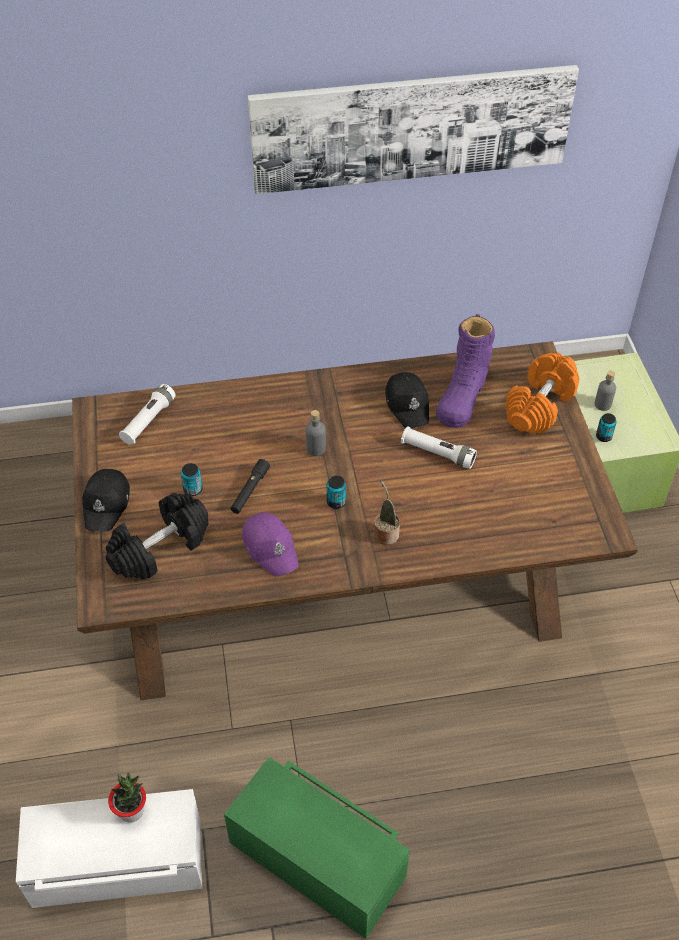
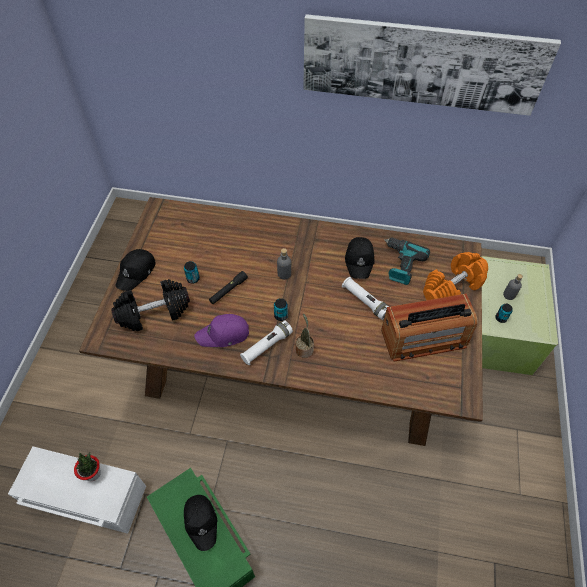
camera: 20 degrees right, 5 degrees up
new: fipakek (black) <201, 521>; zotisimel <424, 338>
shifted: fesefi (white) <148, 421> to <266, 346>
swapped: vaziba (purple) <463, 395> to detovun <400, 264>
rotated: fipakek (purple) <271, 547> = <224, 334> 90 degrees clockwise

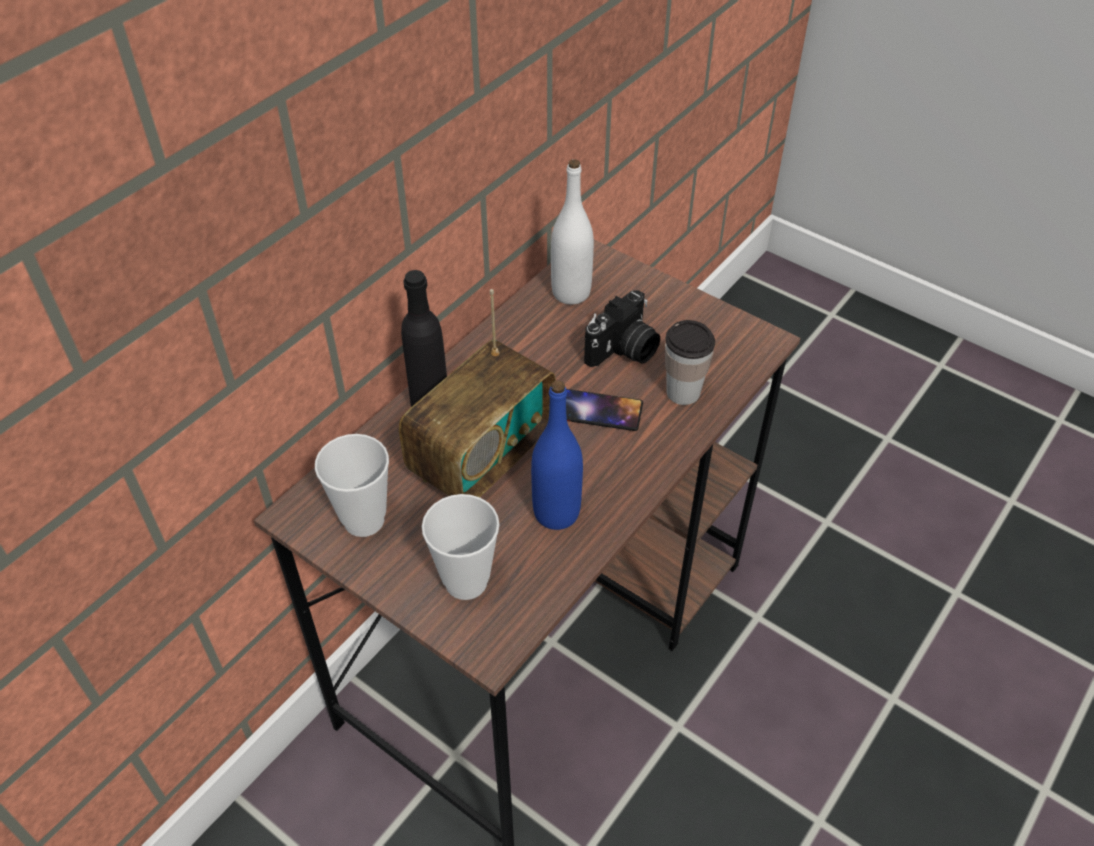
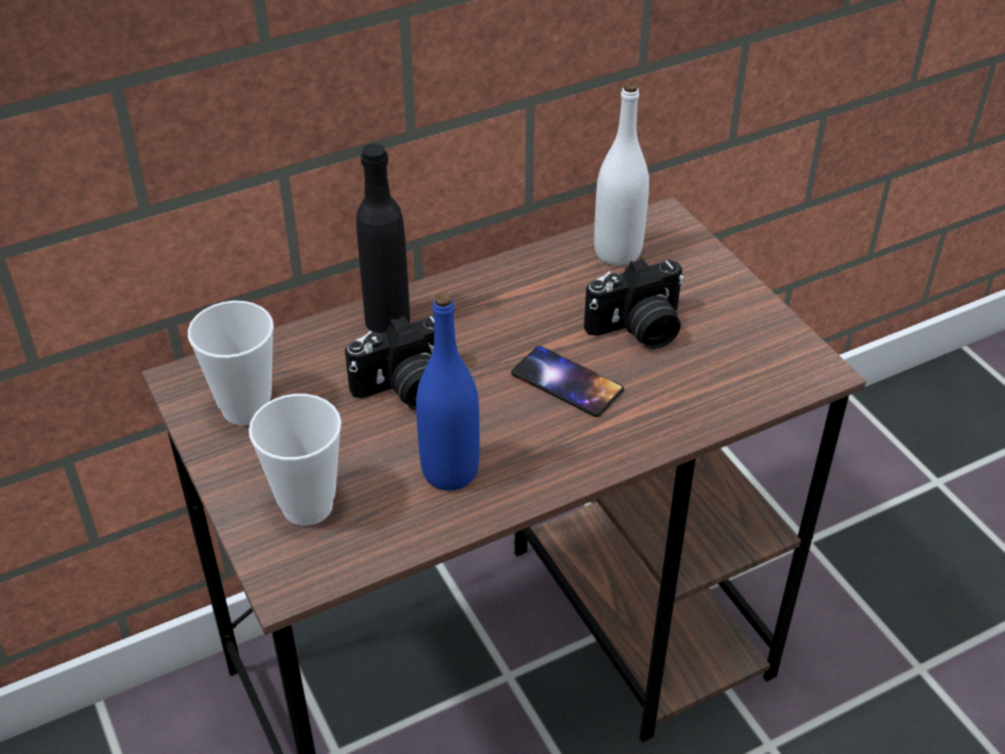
camera: 25 degrees right, 5 degrees down
gone: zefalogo <683, 392>
swapped: zotisimel <482, 458> to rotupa <407, 389>

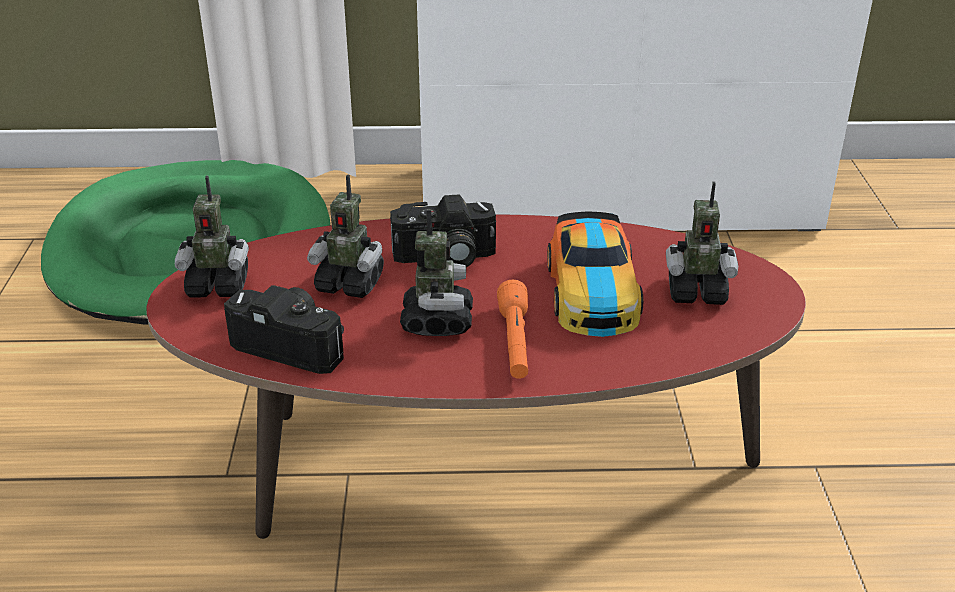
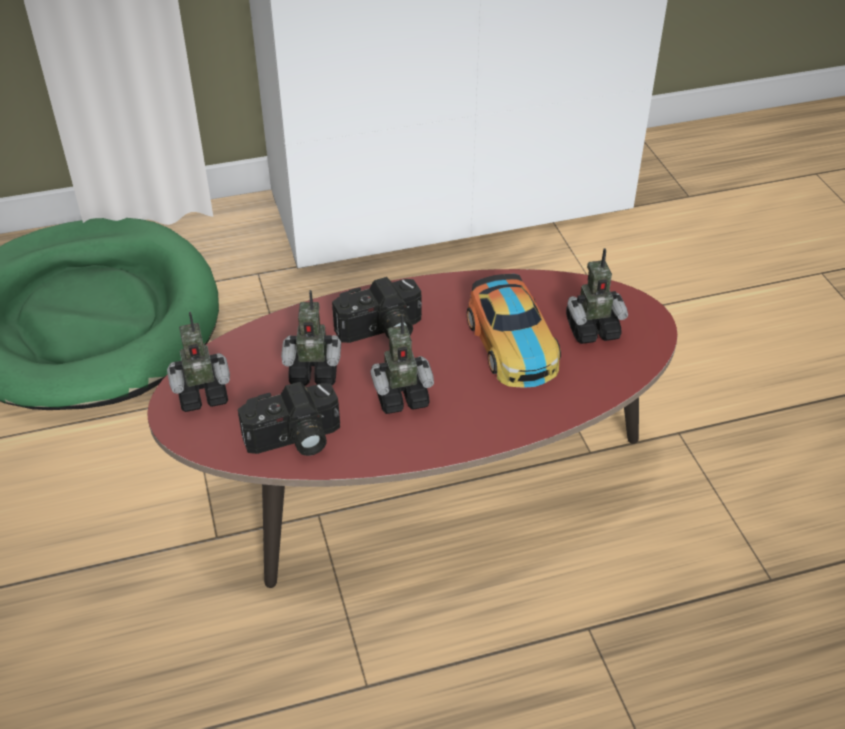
camera: 15 degrees left, 10 degrees up
gone: fesefi (orange) <515, 342>
rotated: rotupa <294, 344> = <294, 440> 150 degrees clockwise; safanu <437, 322> = <401, 396> 90 degrees clockwise

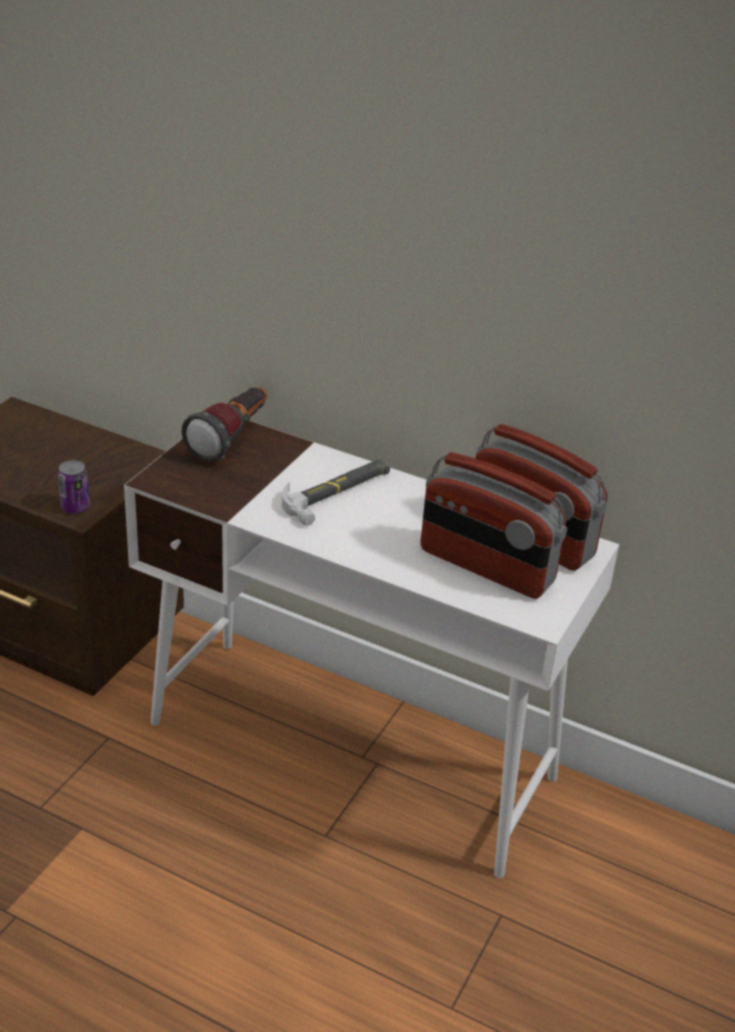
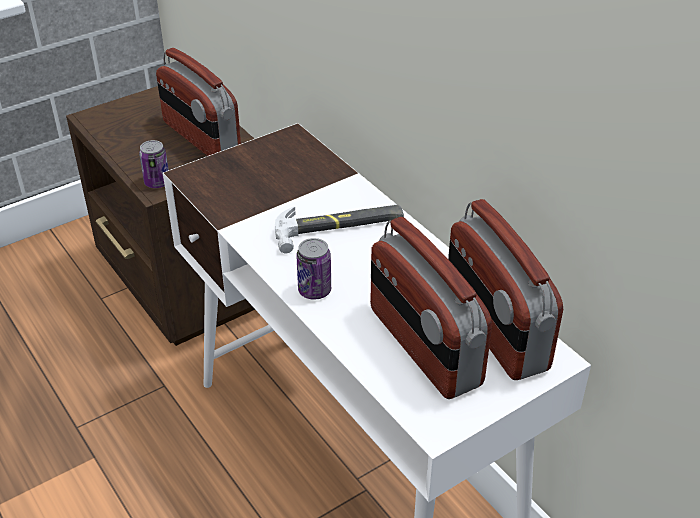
camera: 30 degrees right, 5 degrees up
gone: fesefi <232, 438>
new: zotisimel <200, 138>; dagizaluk <314, 290>

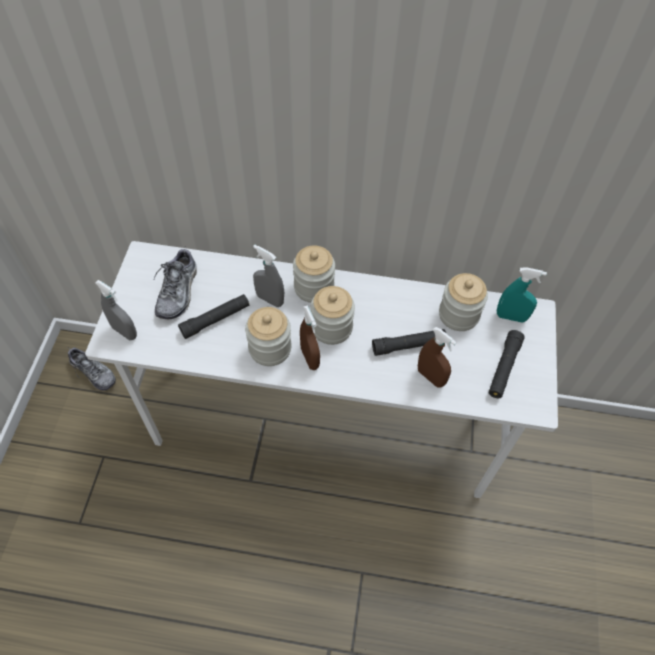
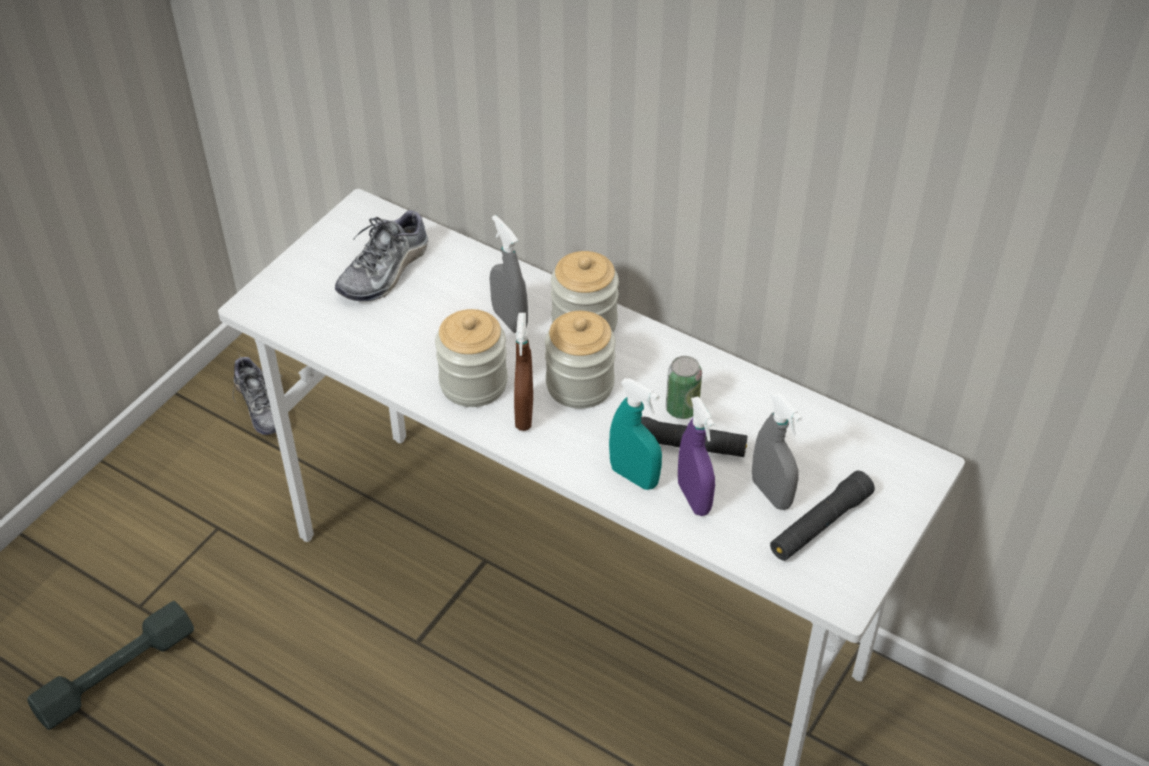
camera: 25 degrees right, 10 degrees down
gone: fesefi (black) <215, 319>; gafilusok <458, 314>
new: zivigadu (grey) <116, 673>; dagizaluk <682, 409>
shifted: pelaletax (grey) <124, 332> to <771, 493>; pelaletax (turquoise) <511, 317> to <634, 476>
repainted: pelaletax (brown) <430, 377> to pelaletax (purple) <694, 498>

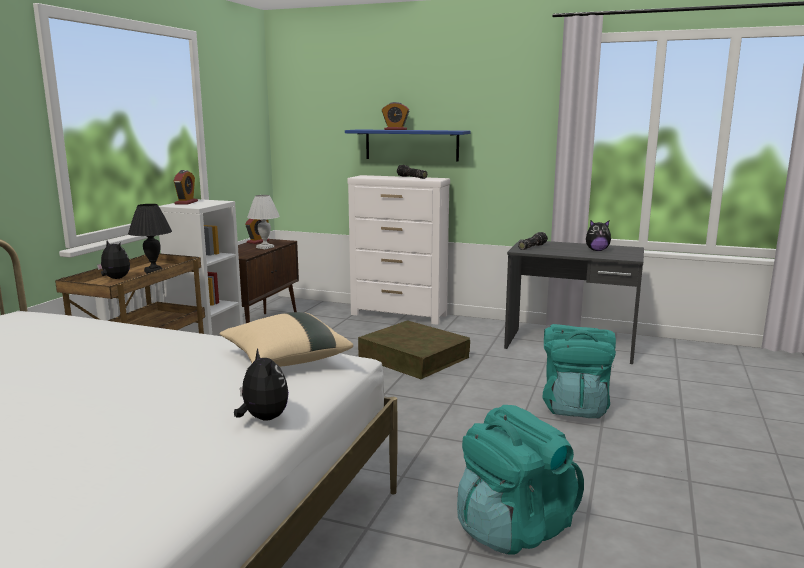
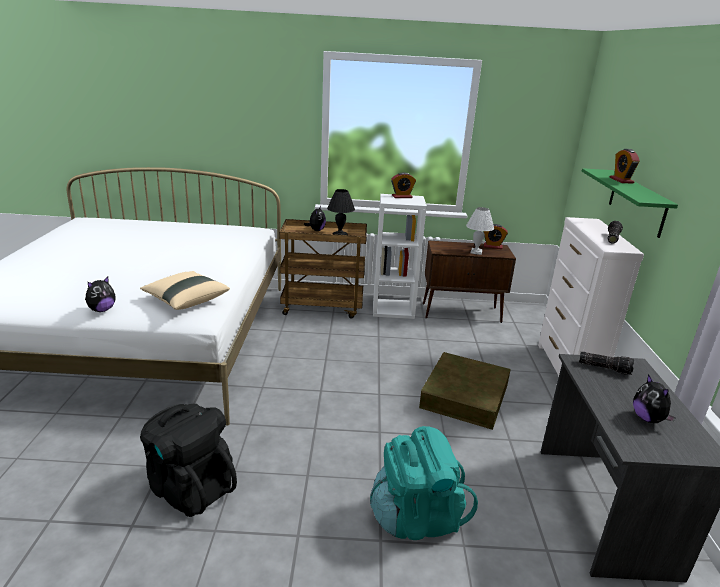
camera: 70 degrees right, 10 degrees up
repainted: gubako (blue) <411, 145> to gubako (green) <637, 202>; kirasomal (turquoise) <513, 528> to kirasomal (black) <189, 487>

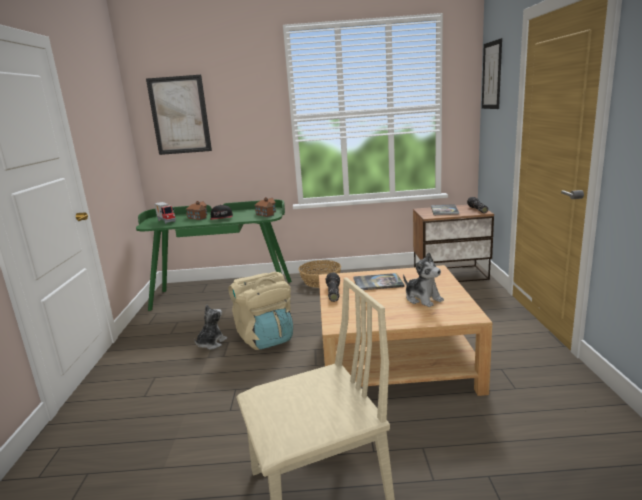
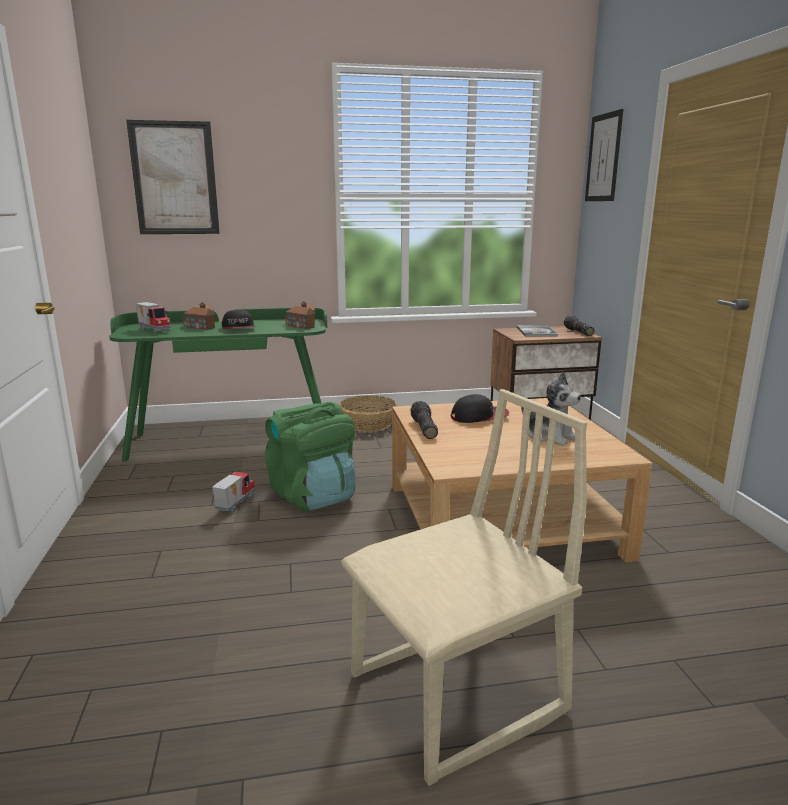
camera: 10 degrees left, 0 degrees up
swapped: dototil <211, 343> to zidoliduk <234, 504>; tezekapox <378, 283> to fipakek <479, 417>
repainted: kirasomal (beige) <265, 338> to kirasomal (green) <313, 496>

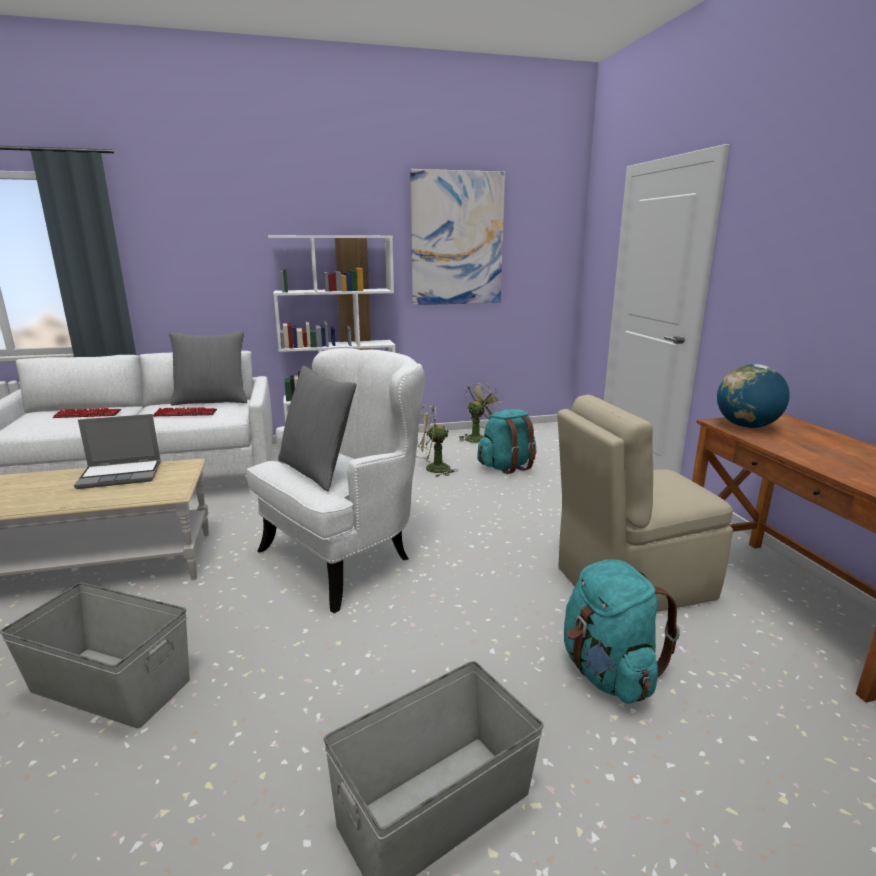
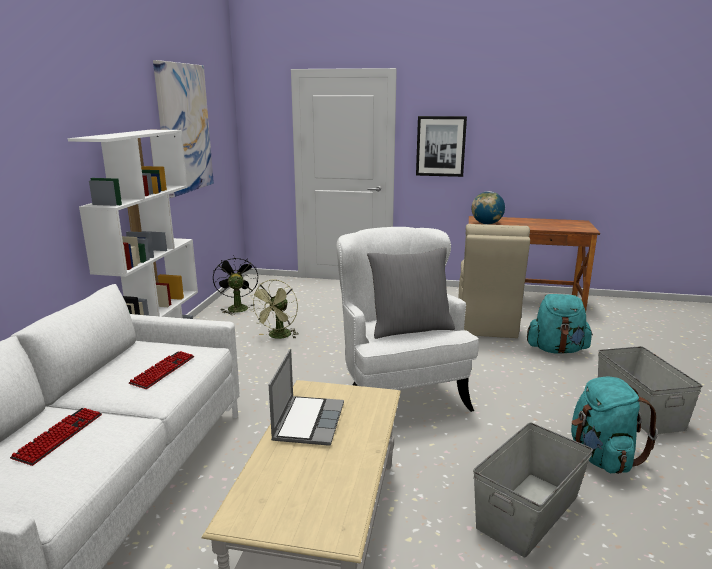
camera: 65 degrees left, 0 degrees up
gone: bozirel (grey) <212, 401>
new: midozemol <440, 146>
shifted: kirasomal (turquoise) <507, 467> to <602, 457>
repainted: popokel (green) <478, 438> to popokel (black) <236, 307>

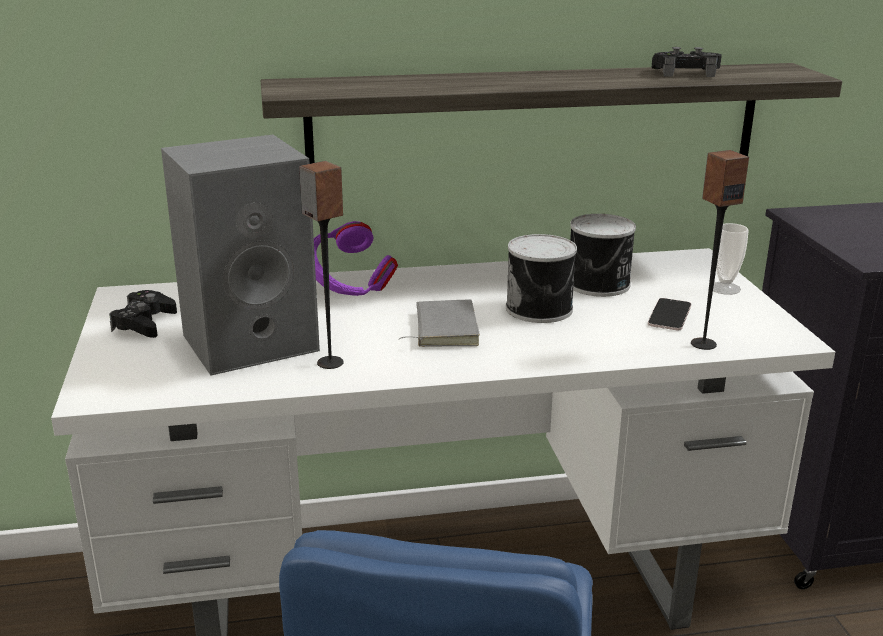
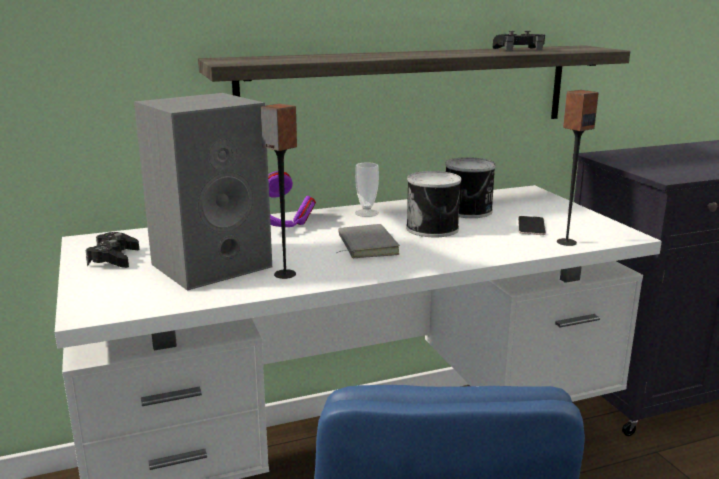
camera: 10 degrees left, 5 degrees down
shifted: zefalogo <724, 288> to <366, 213>

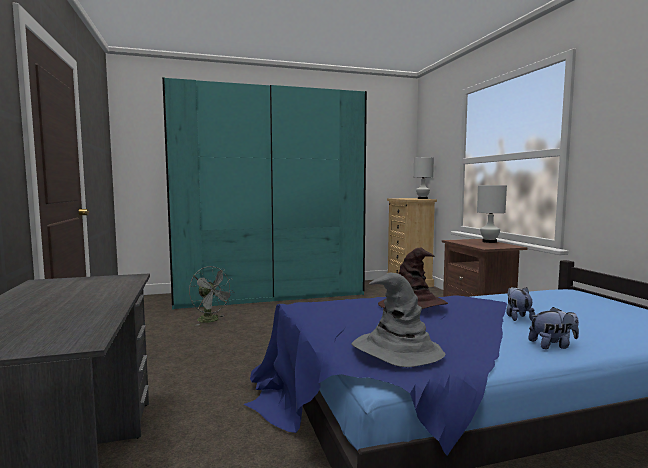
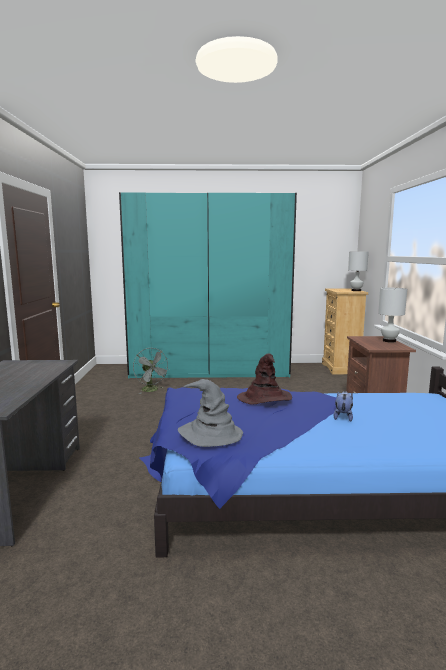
camera: 15 degrees right, 5 degrees up
gone: dototil <553, 345>

